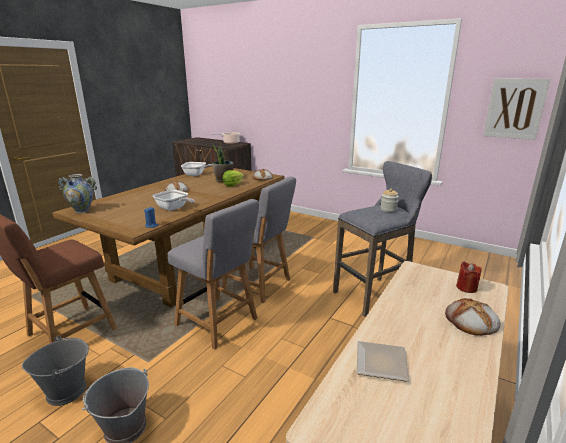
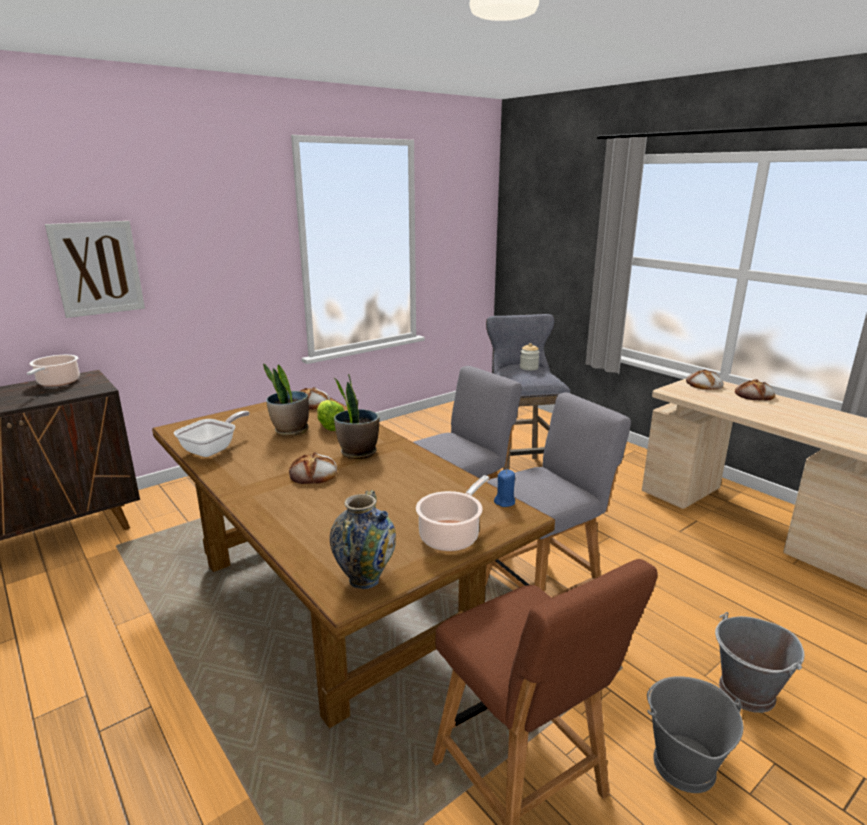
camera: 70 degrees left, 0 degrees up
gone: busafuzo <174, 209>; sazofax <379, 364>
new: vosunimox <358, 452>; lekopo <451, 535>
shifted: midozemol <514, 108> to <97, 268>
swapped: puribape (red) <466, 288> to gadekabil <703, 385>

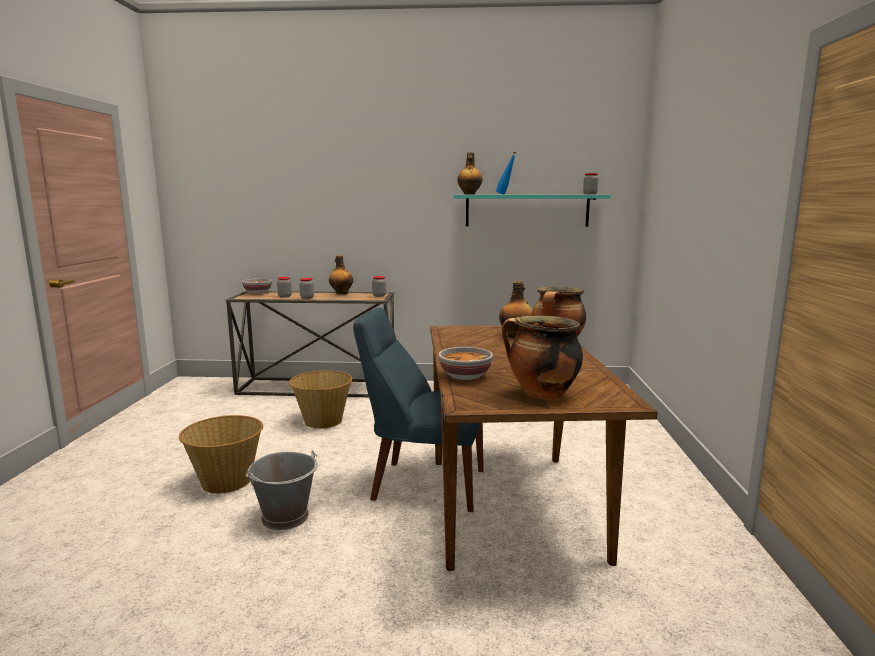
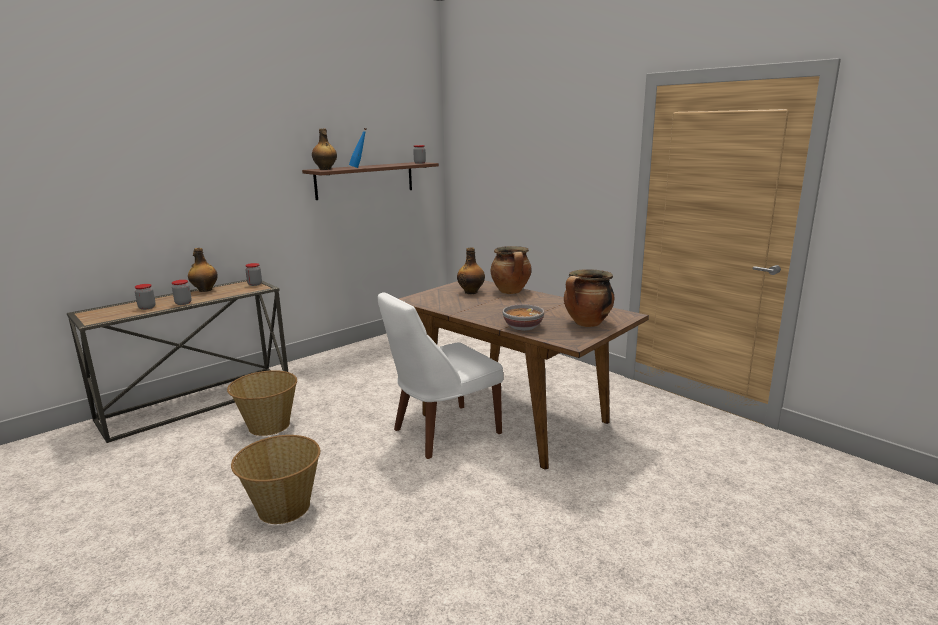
camera: 45 degrees left, 5 degrees up
gone: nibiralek <258, 292>; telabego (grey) <286, 517>
repainted: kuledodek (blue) <423, 484> to kuledodek (white) <442, 432>; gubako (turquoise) <527, 210> to gubako (brown) <365, 180>

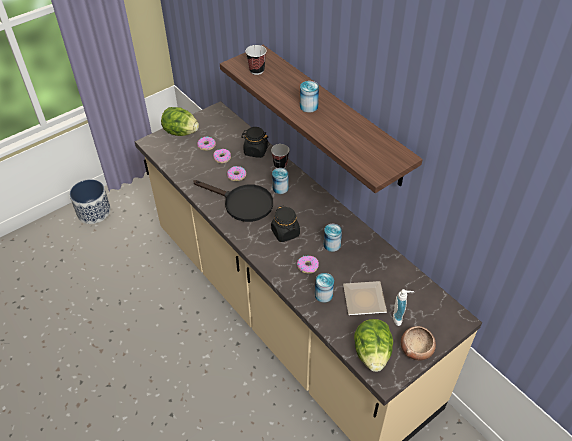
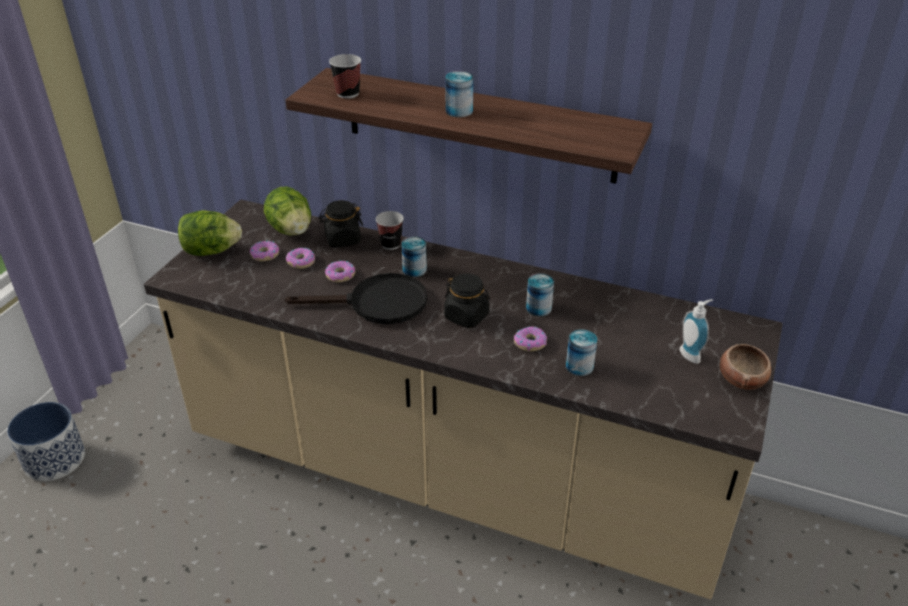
camera: 30 degrees left, 10 degrees down
gone: sazofax <365, 298>
shifted: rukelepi <372, 353> to <291, 230>

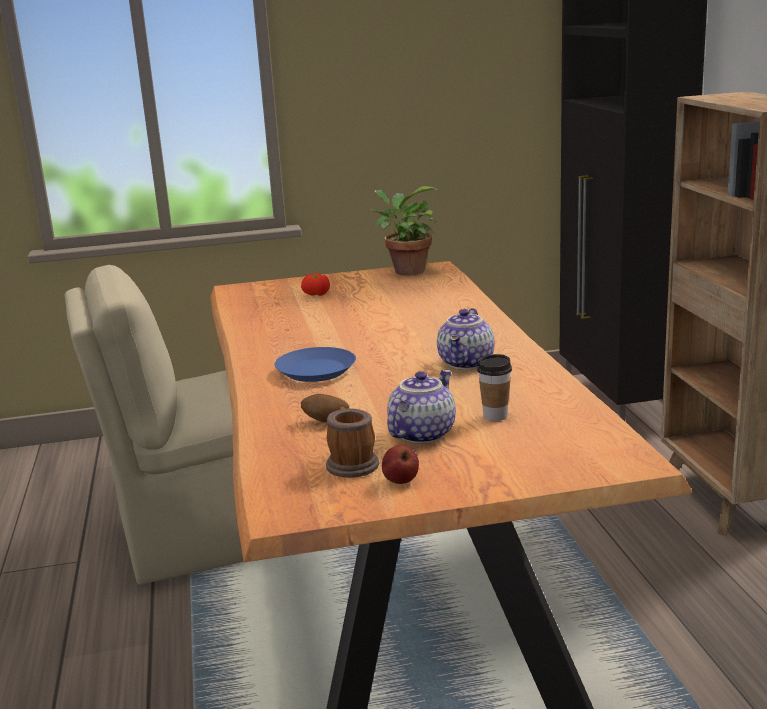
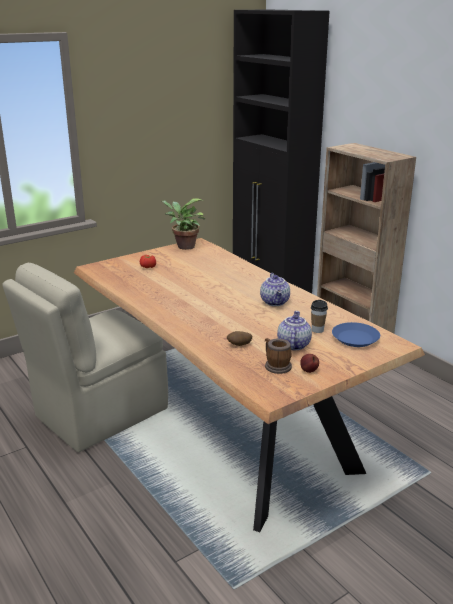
camera: 25 degrees left, 5 degrees up
shifted: sazofax (blue) <317, 371> to <355, 338>

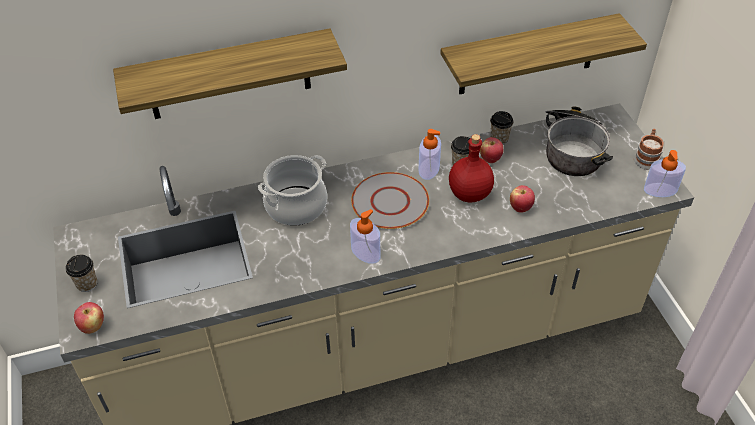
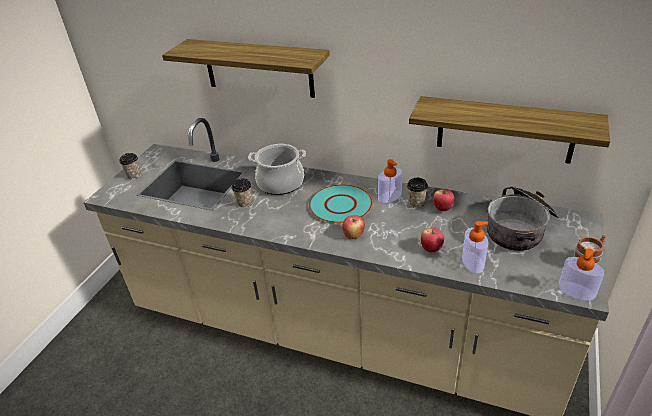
camera: 40 degrees right, 10 degrees down
gone: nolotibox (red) <469, 194>
shifted: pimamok <92, 326> to <353, 235>; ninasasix <365, 252> to <472, 262>; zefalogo <499, 139> to <244, 203>
repainted: sazofax (grey) <389, 202> to sazofax (turquoise) <340, 205>

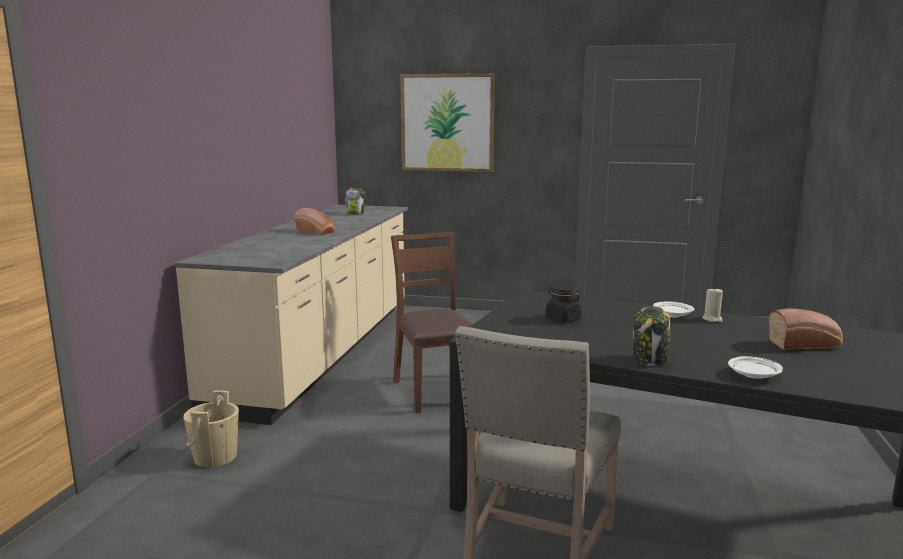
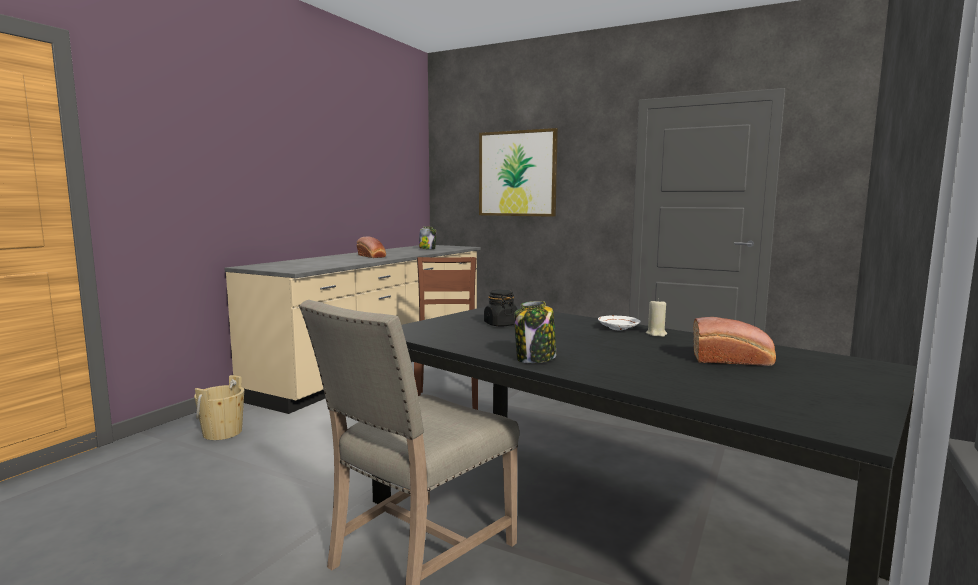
camera: 15 degrees right, 5 degrees down
gone: sazofax (white) <754, 375>

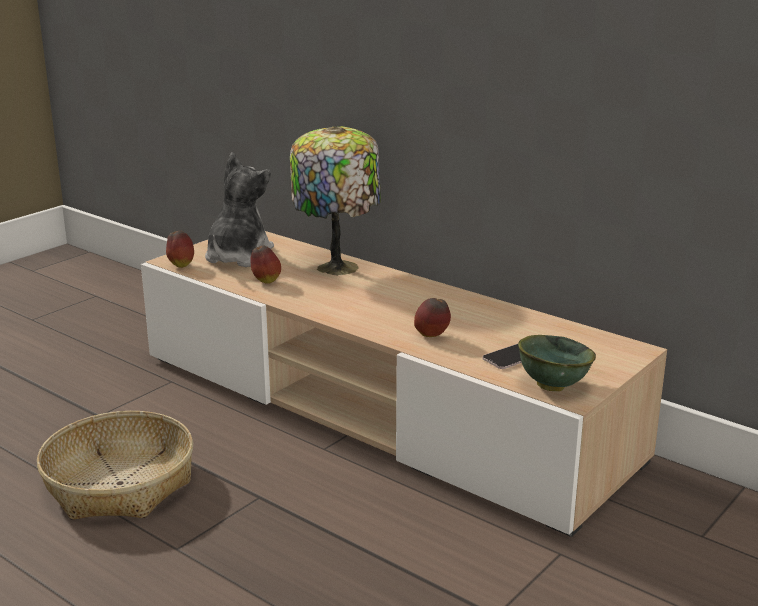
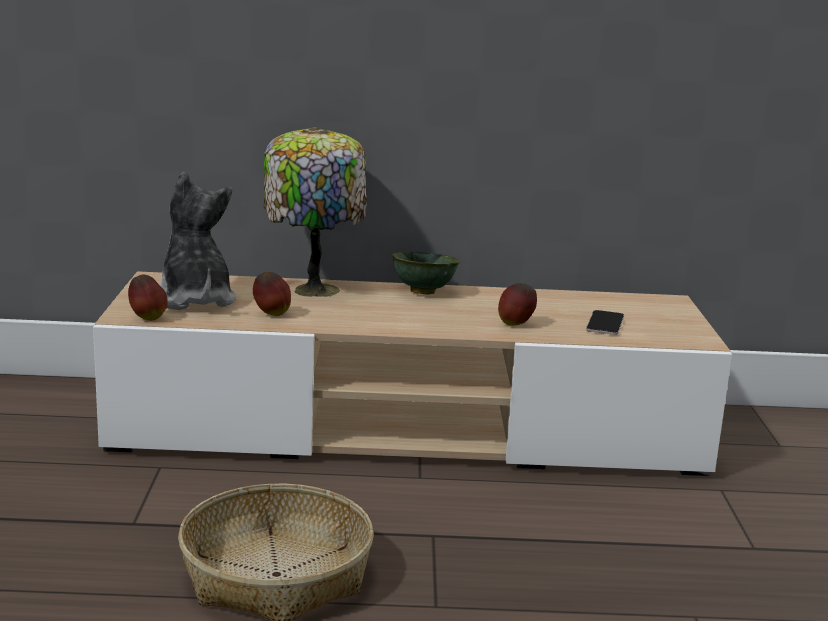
camera: 40 degrees left, 5 degrees down
shifted: nibiralek (green) <551, 385> to <422, 292>

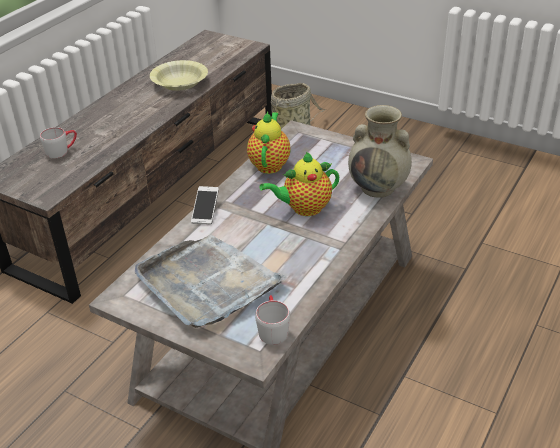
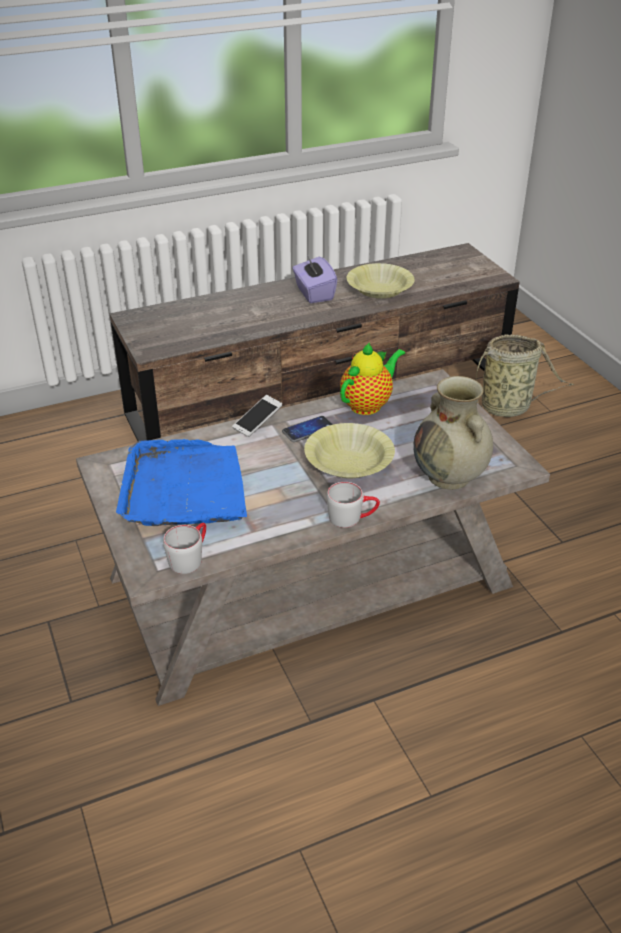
camera: 35 degrees right, 0 degrees up
new: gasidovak <308, 430>; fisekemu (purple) <314, 293>
shifted: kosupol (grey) <62, 150> to <352, 517>
swapped: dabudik <304, 208> to nibiralek (yellow) <349, 462>
repainted: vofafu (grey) <207, 283> to vofafu (blue) <184, 489>

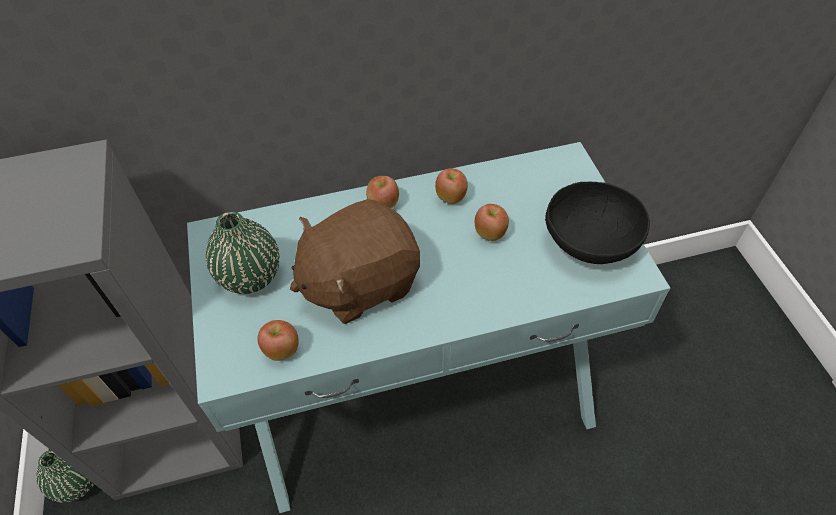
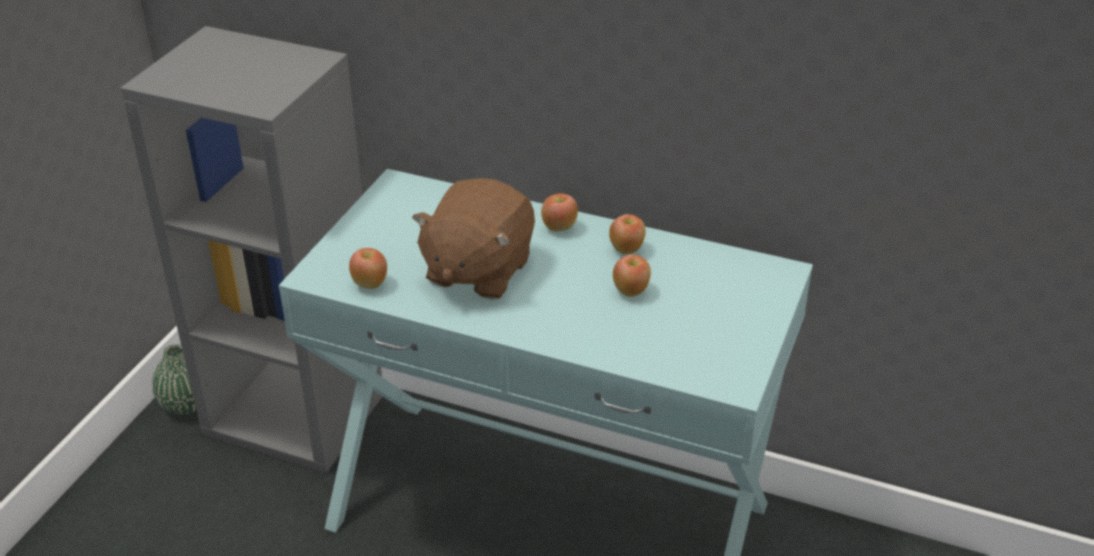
camera: 35 degrees right, 15 degrees down
gone: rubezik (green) <250, 276>; nibiralek (black) <589, 243>
rotated: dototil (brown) <359, 282> = <477, 270> 75 degrees counterclockwise

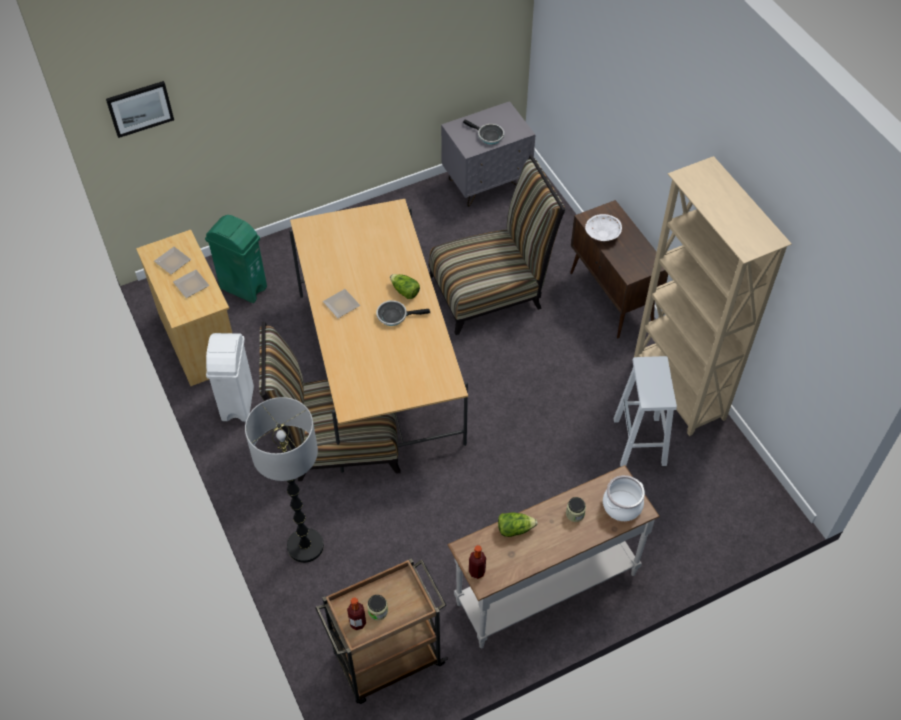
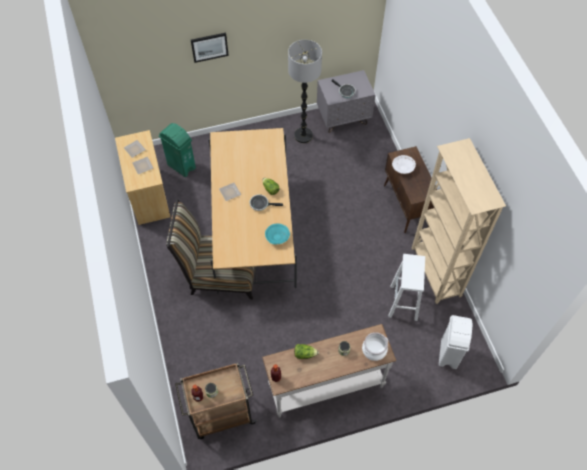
camera: 10 degrees right, 5 degrees up
gone: kuledodek <491, 290>
new: nibiralek (turquoise) <277, 237>
shifted: midozemol <140, 108> to <209, 47>; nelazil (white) <237, 404> to <448, 354>; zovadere <305, 546> to <303, 135>

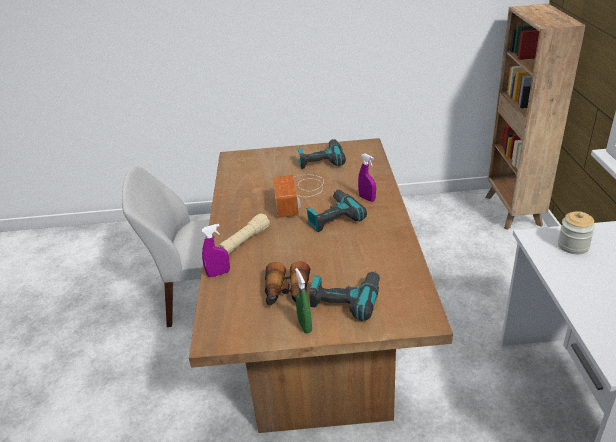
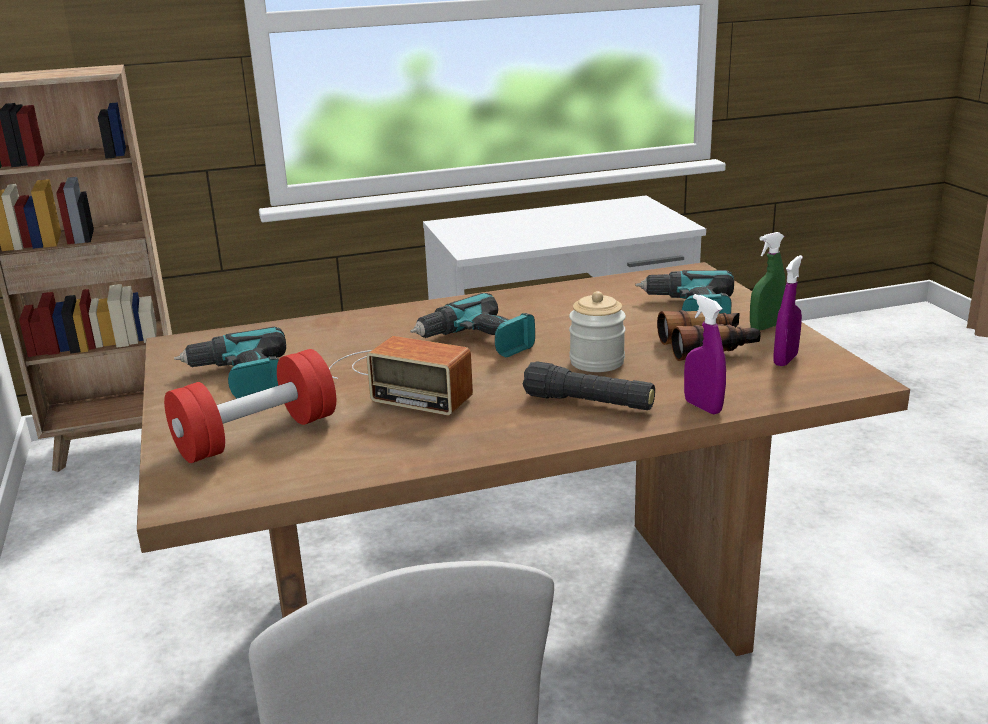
camera: 105 degrees left, 10 degrees down
new: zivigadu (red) <257, 436>
shifted: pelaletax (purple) <367, 198> to <785, 360>; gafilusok <573, 246> to <597, 362>
repainted: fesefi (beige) <245, 241> to fesefi (black) <588, 403>
rotated: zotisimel <299, 194> = <397, 380> 45 degrees clockwise

